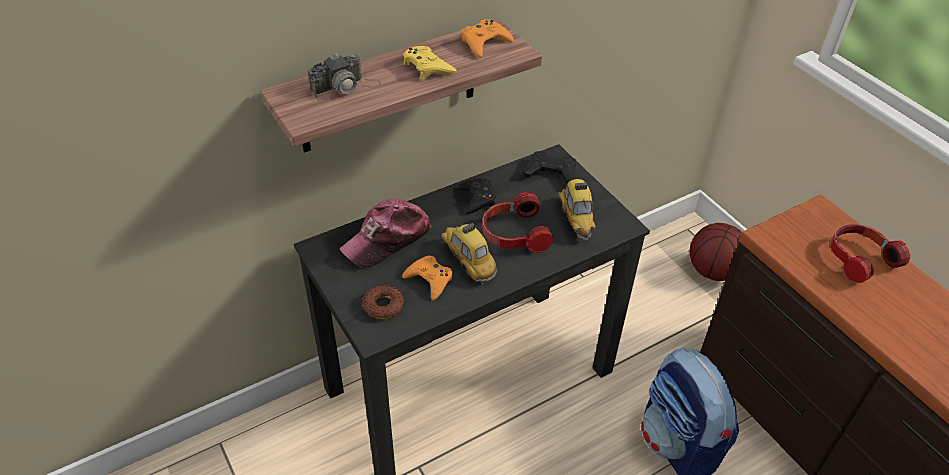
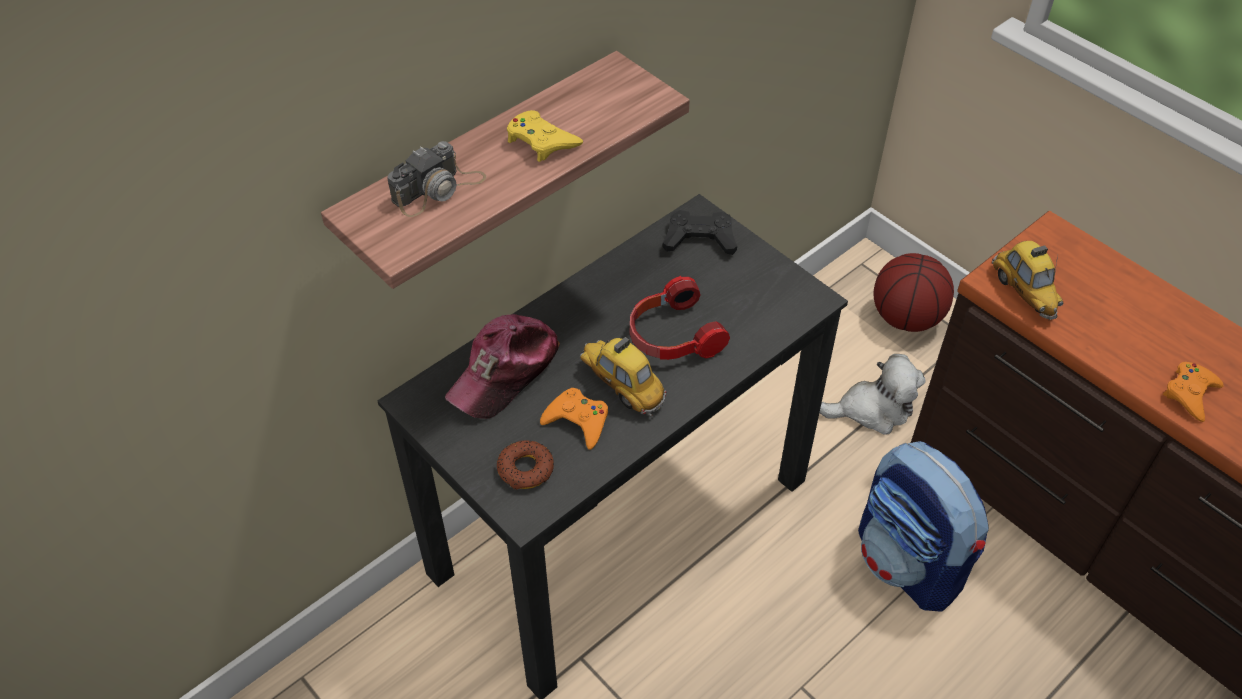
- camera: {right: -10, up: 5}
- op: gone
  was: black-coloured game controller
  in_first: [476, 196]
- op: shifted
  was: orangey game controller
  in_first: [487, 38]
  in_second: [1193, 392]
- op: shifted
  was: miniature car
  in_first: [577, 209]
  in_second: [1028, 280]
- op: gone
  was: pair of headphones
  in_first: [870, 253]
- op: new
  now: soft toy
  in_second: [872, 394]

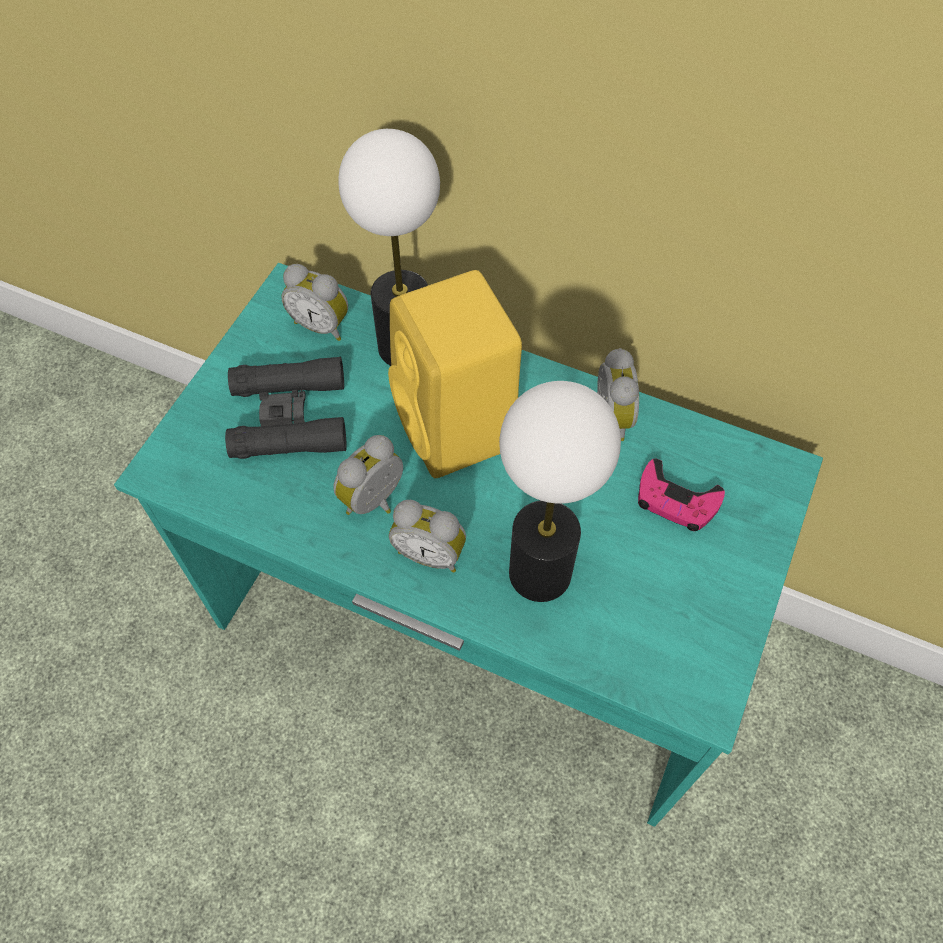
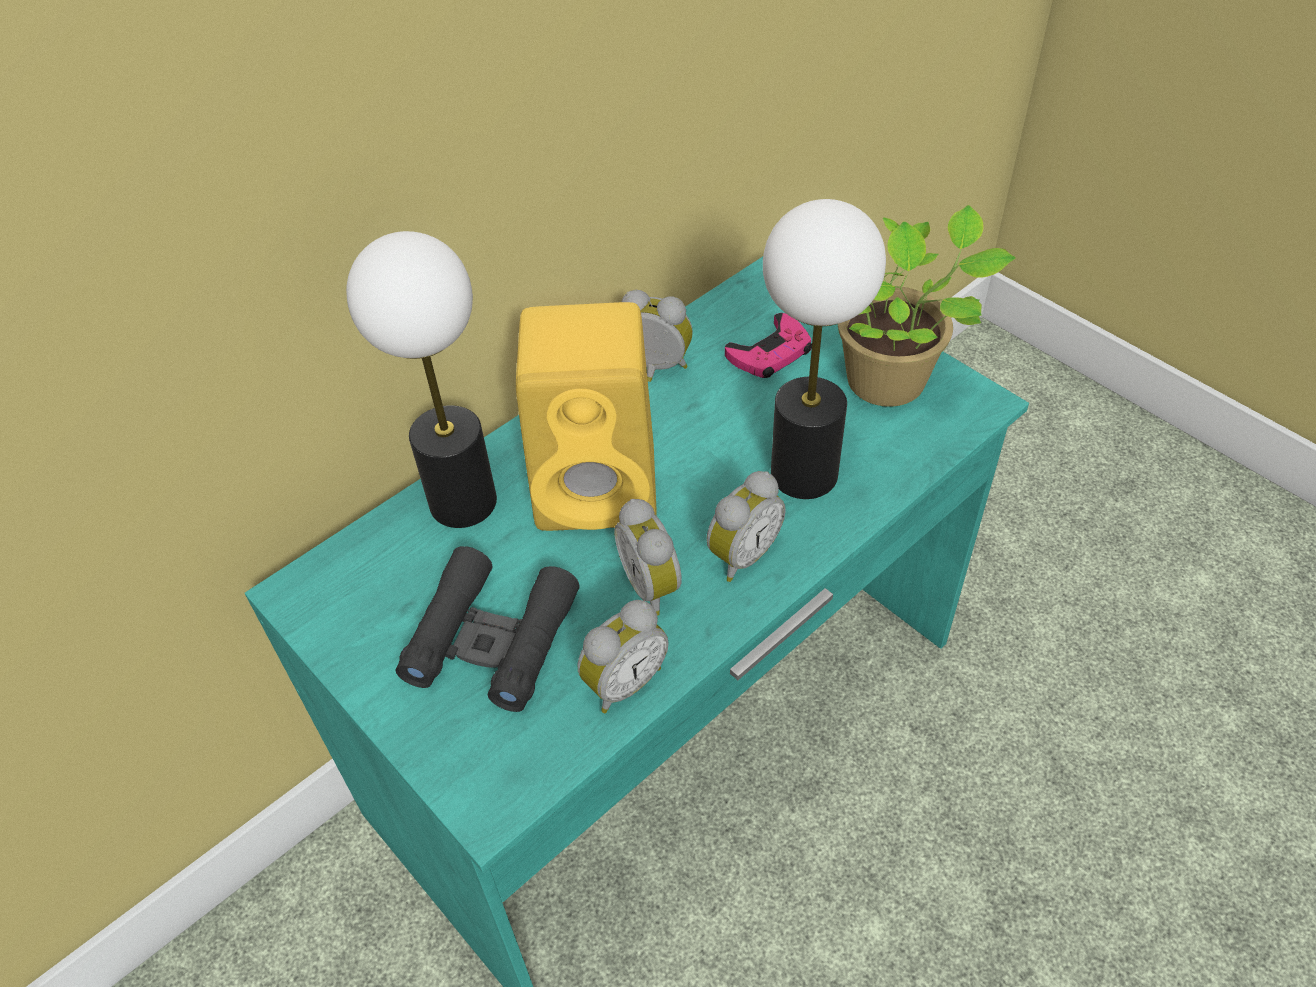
- camera: {right: -65, up: -10}
- op: shifted
  was: table clock
  in_first: [314, 302]
  in_second: [623, 656]
- op: new
  now: potted plant
  in_second: [927, 306]

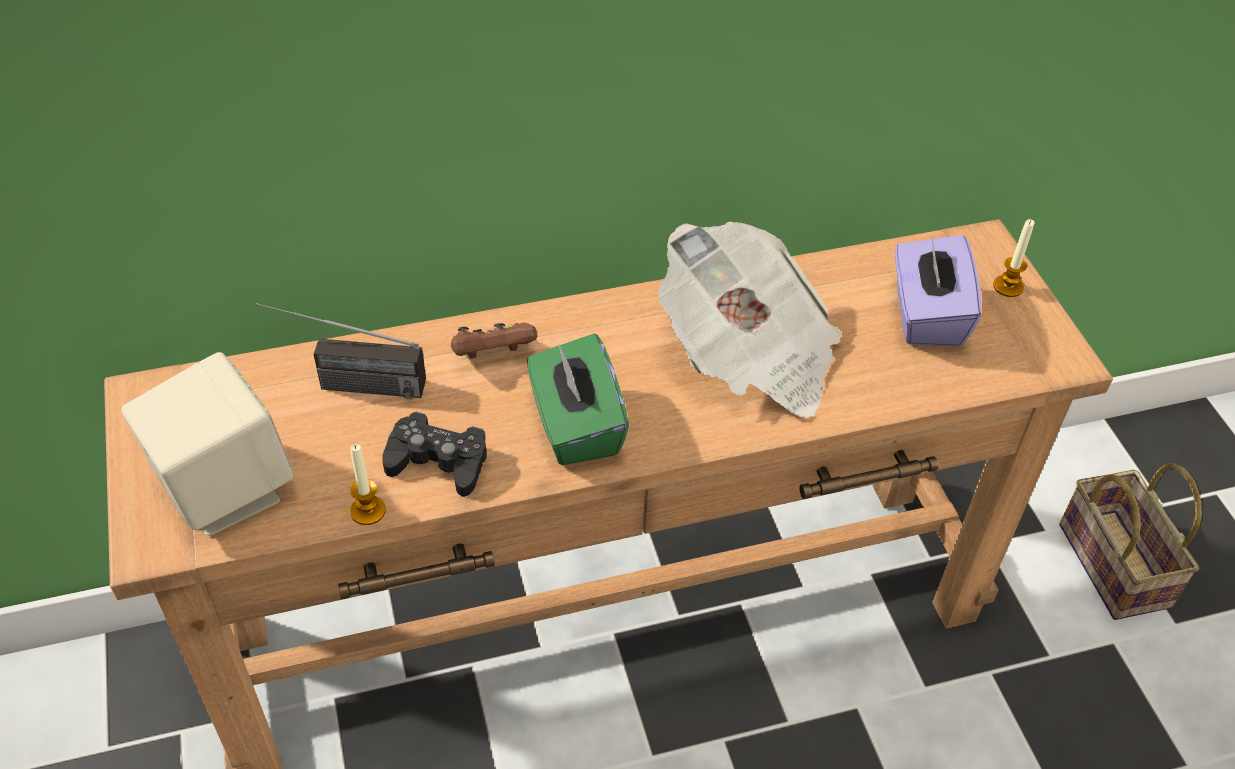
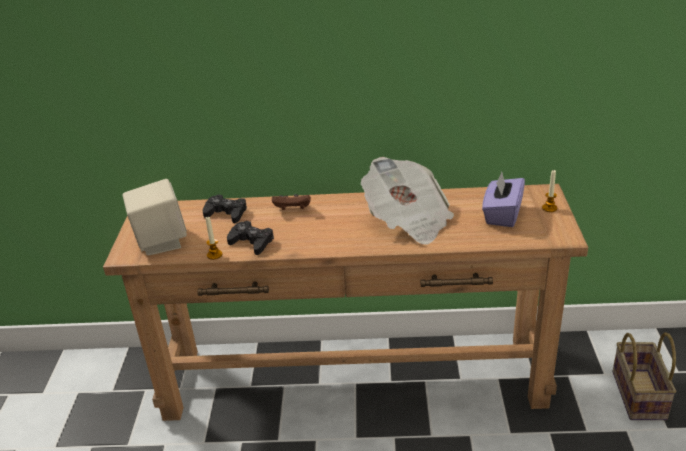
- camera: {right: 20, up: -15}
- op: swapped
  was: radio set
  now: black-coloured game controller
  in_first: [341, 350]
  in_second: [225, 209]
- op: gone
  was: green-coloured box of tissues
  in_first: [578, 399]

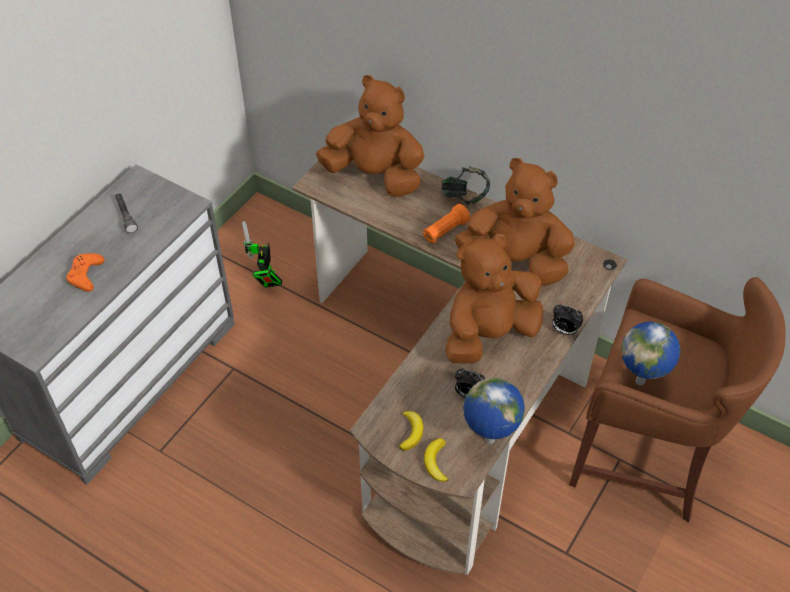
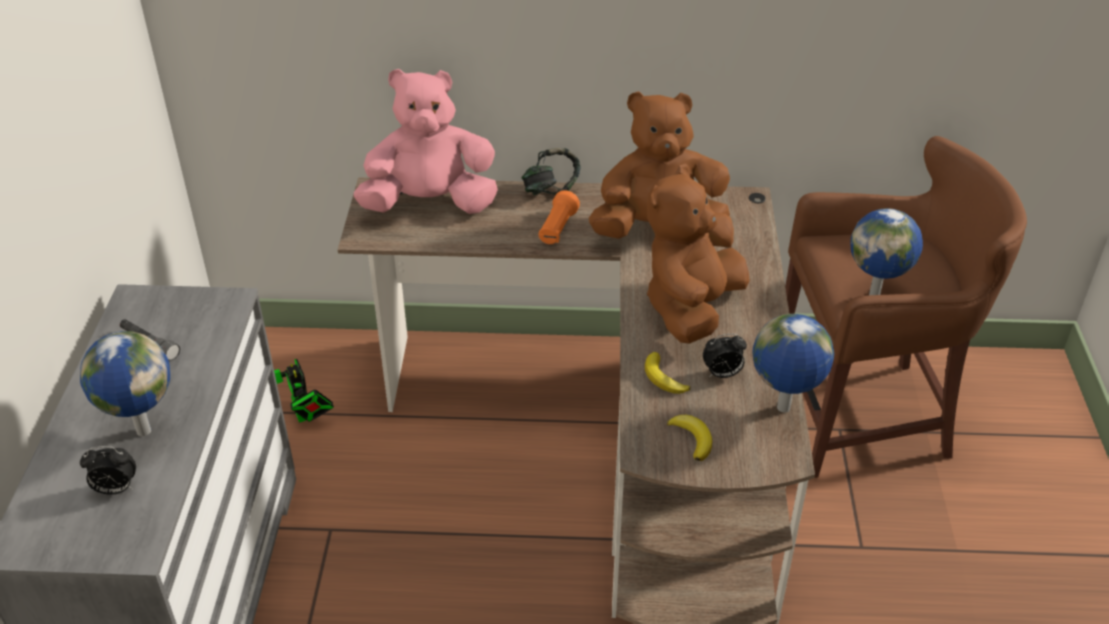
- camera: {right: -30, up: -10}
- op: swapped
  was: orangey game controller
  now: globe
  in_first: [85, 272]
  in_second: [125, 383]
- op: repainted
  was: brown-coloured soft toy
  now: pink soft toy
  in_first: [370, 136]
  in_second: [426, 141]
- op: shifted
  was: whole banana
  in_first: [436, 460]
  in_second: [667, 373]
- op: shifted
  was: table clock
  in_first: [567, 320]
  in_second: [108, 470]

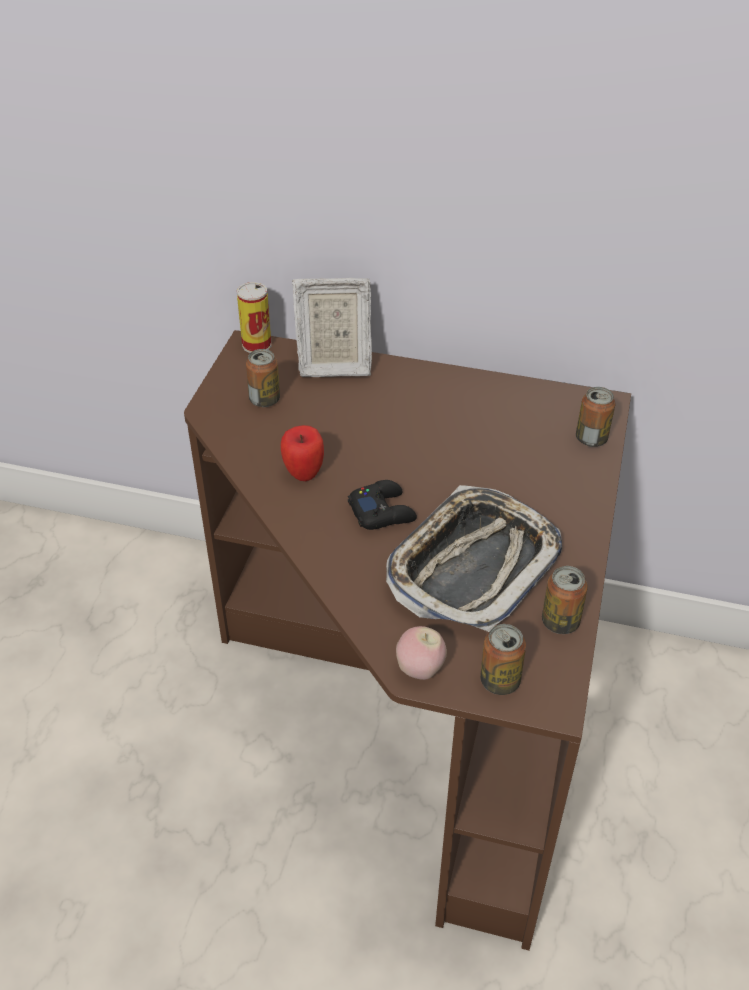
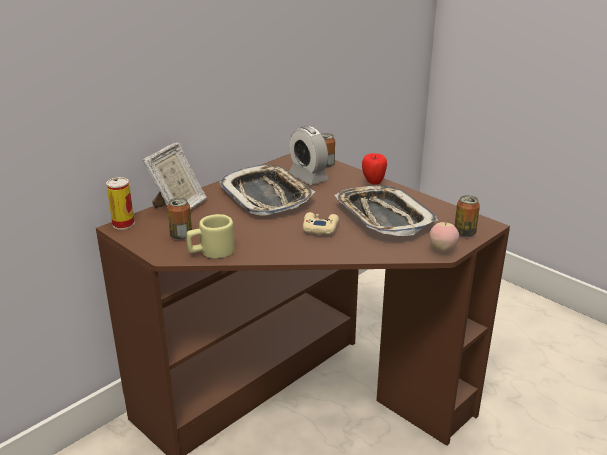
- camera: {right: -60, up: -15}
- op: shifted
  was: apple
  in_first: [302, 453]
  in_second: [374, 169]
- op: repainted
  was: black-coloured game controller
  now: beige-coloured game controller
  in_first: [382, 505]
  in_second: [321, 223]
- op: gone
  was: sealed can
  in_first: [565, 600]
- op: new
  now: beige-coloured mug
  in_second: [211, 236]
- op: new
  now: tray
  in_second: [267, 190]
- op: new
  now: table clock
  in_second: [308, 155]

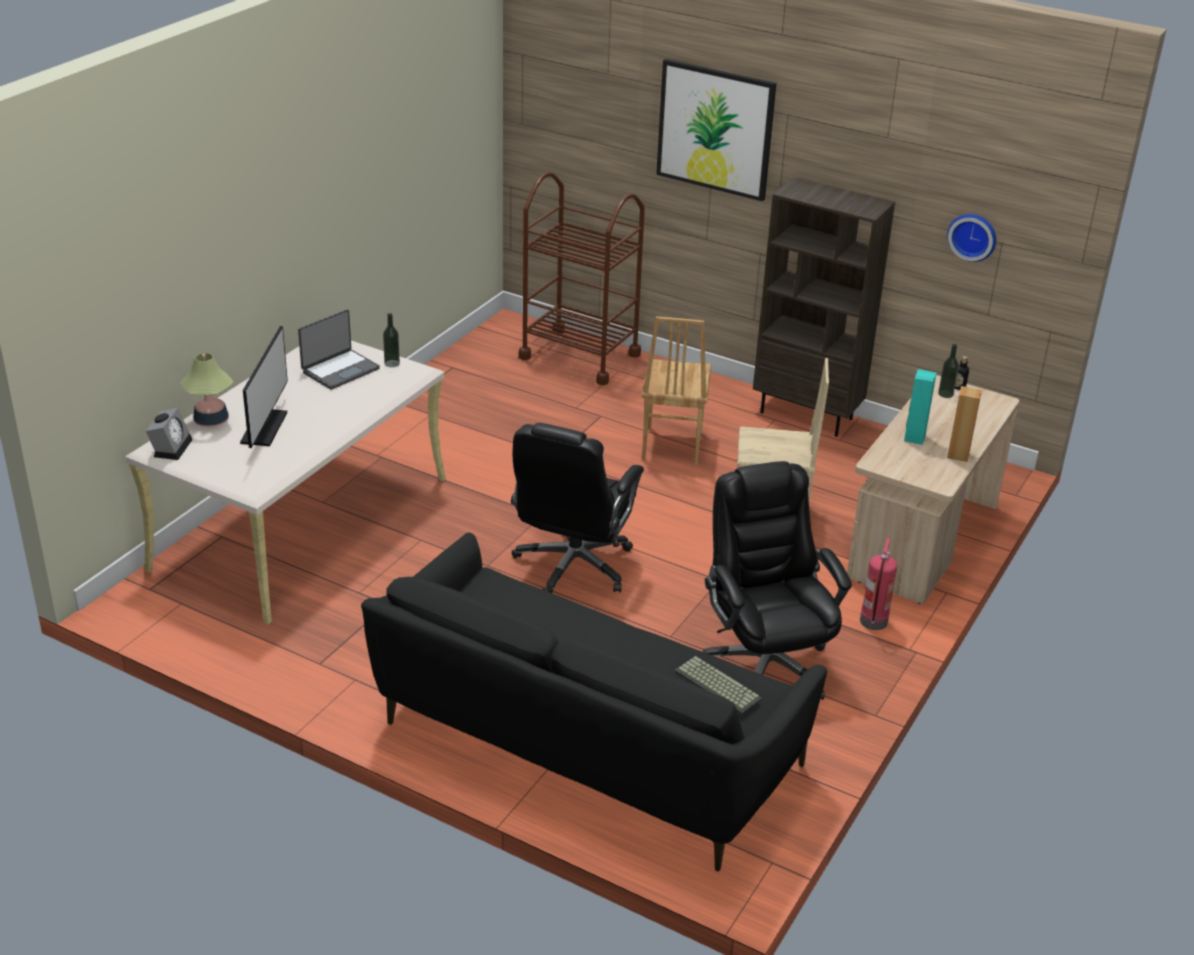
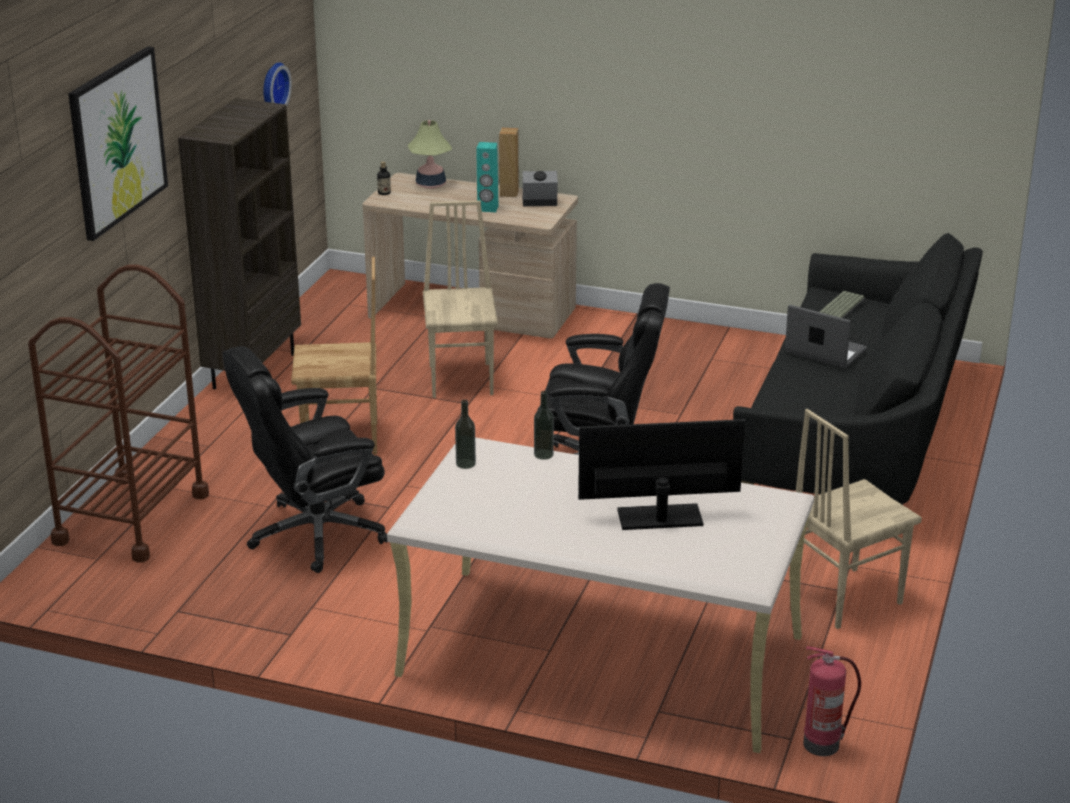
- camera: {right: -100, up: -5}
- op: shifted
  was: table clock
  in_first: [169, 434]
  in_second: [540, 188]
- op: shifted
  was: lamp for a table
  in_first: [206, 390]
  in_second: [430, 154]
- op: shifted
  was: laptop
  in_first: [339, 349]
  in_second: [826, 336]
- op: shifted
  was: black-coloured desk chair
  in_first: [777, 580]
  in_second: [305, 459]
- op: shifted
  was: fire extinguisher
  in_first: [878, 583]
  in_second: [832, 701]
- op: shifted
  was: bottle
  in_first: [948, 371]
  in_second: [544, 425]
- op: new
  now: beige-coloured plain chair
  in_second: [859, 519]

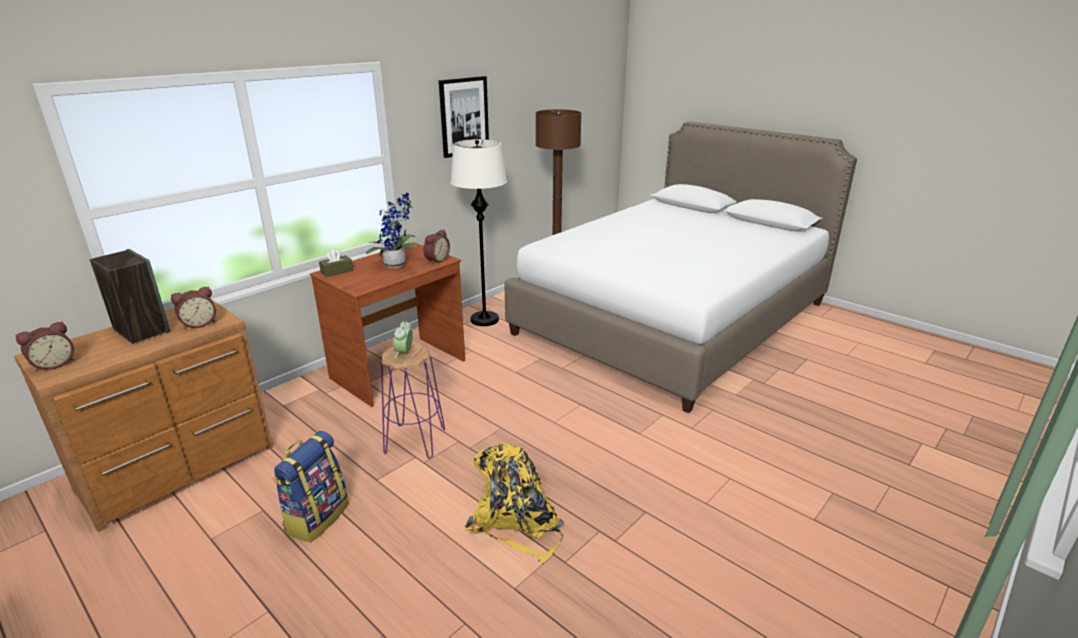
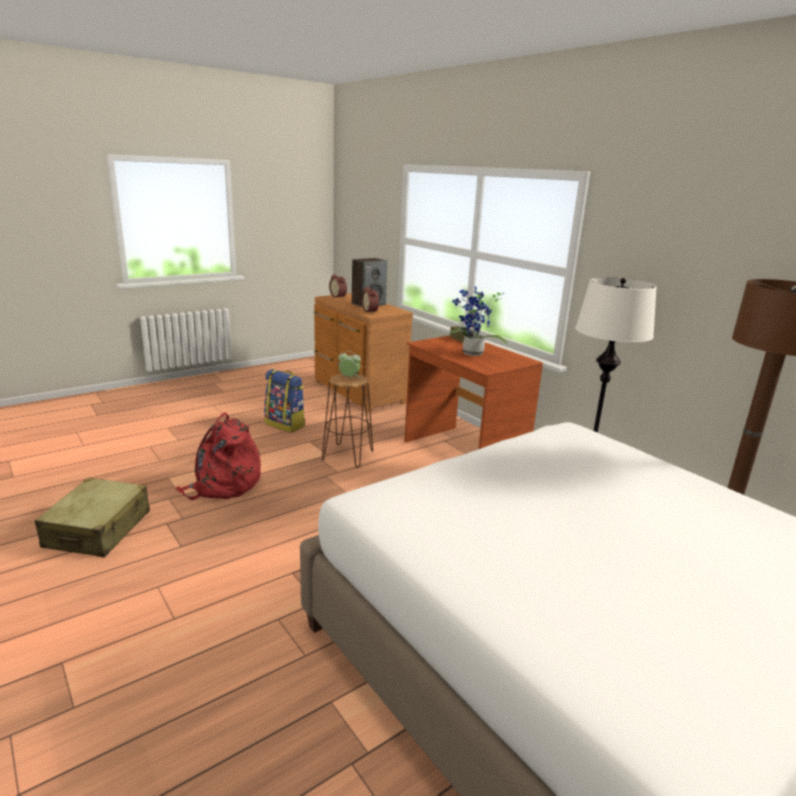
- camera: {right: 100, up: -5}
- op: repainted
  was: purple-coloured stool
  now: brown-coloured stool
  in_first: [413, 401]
  in_second: [347, 420]
- op: gone
  was: table clock
  in_first: [436, 246]
- op: gone
  was: picture
  in_first: [464, 117]
- op: repainted
  was: yellow knapsack
  now: reddish knapsack
  in_first: [514, 503]
  in_second: [218, 456]
- op: new
  now: beige-coloured piece of luggage
  in_second: [92, 517]

